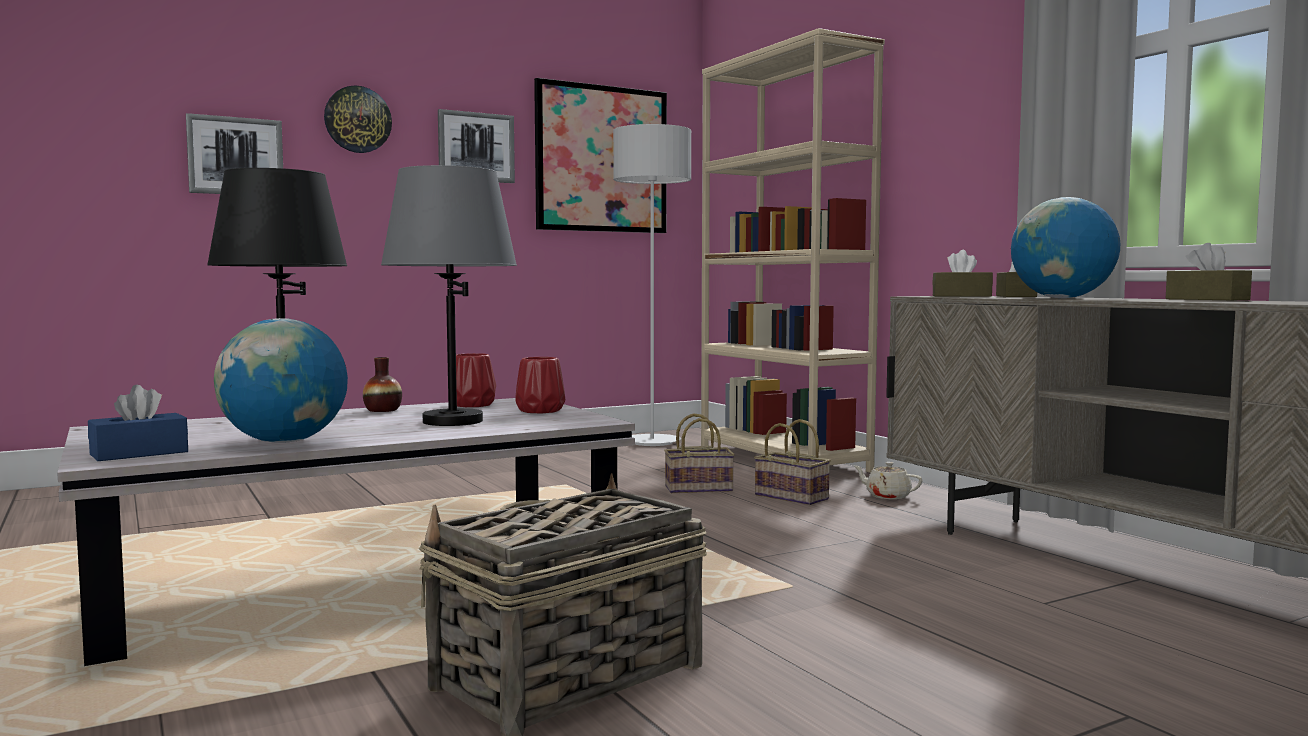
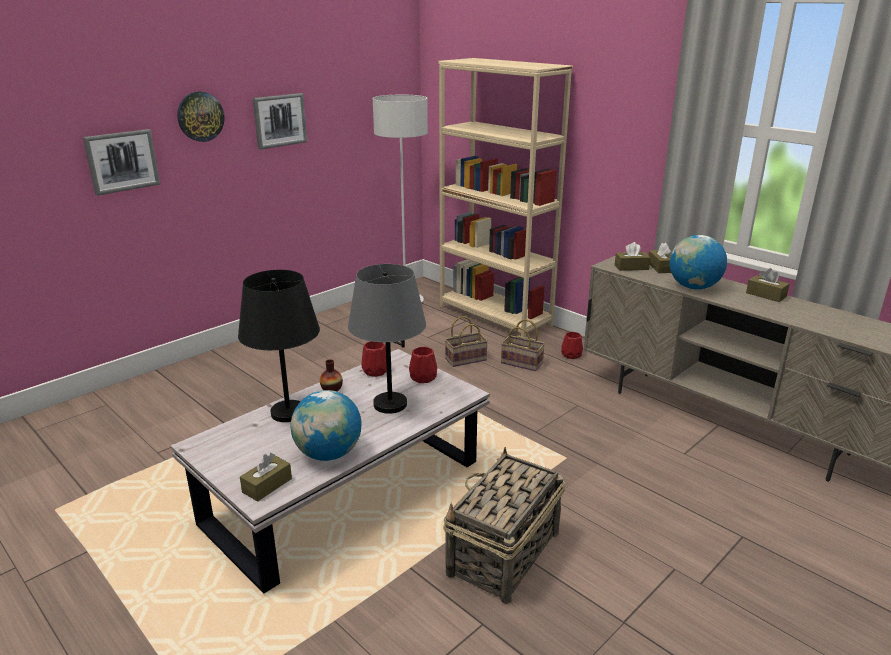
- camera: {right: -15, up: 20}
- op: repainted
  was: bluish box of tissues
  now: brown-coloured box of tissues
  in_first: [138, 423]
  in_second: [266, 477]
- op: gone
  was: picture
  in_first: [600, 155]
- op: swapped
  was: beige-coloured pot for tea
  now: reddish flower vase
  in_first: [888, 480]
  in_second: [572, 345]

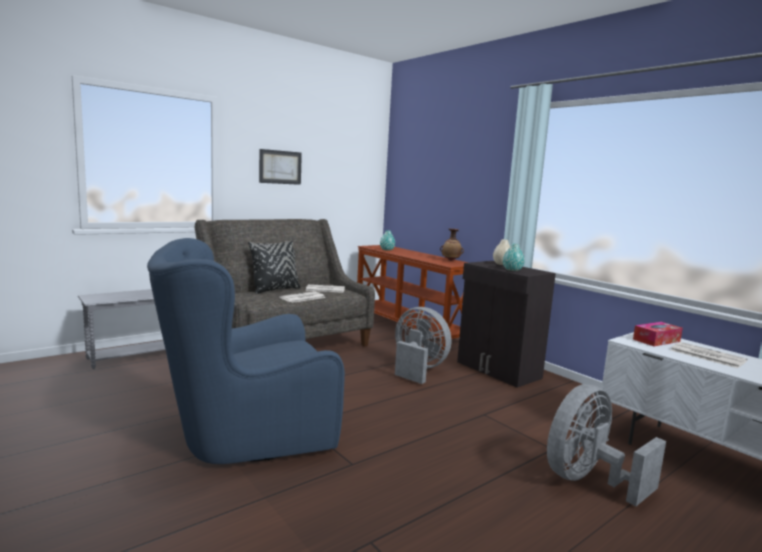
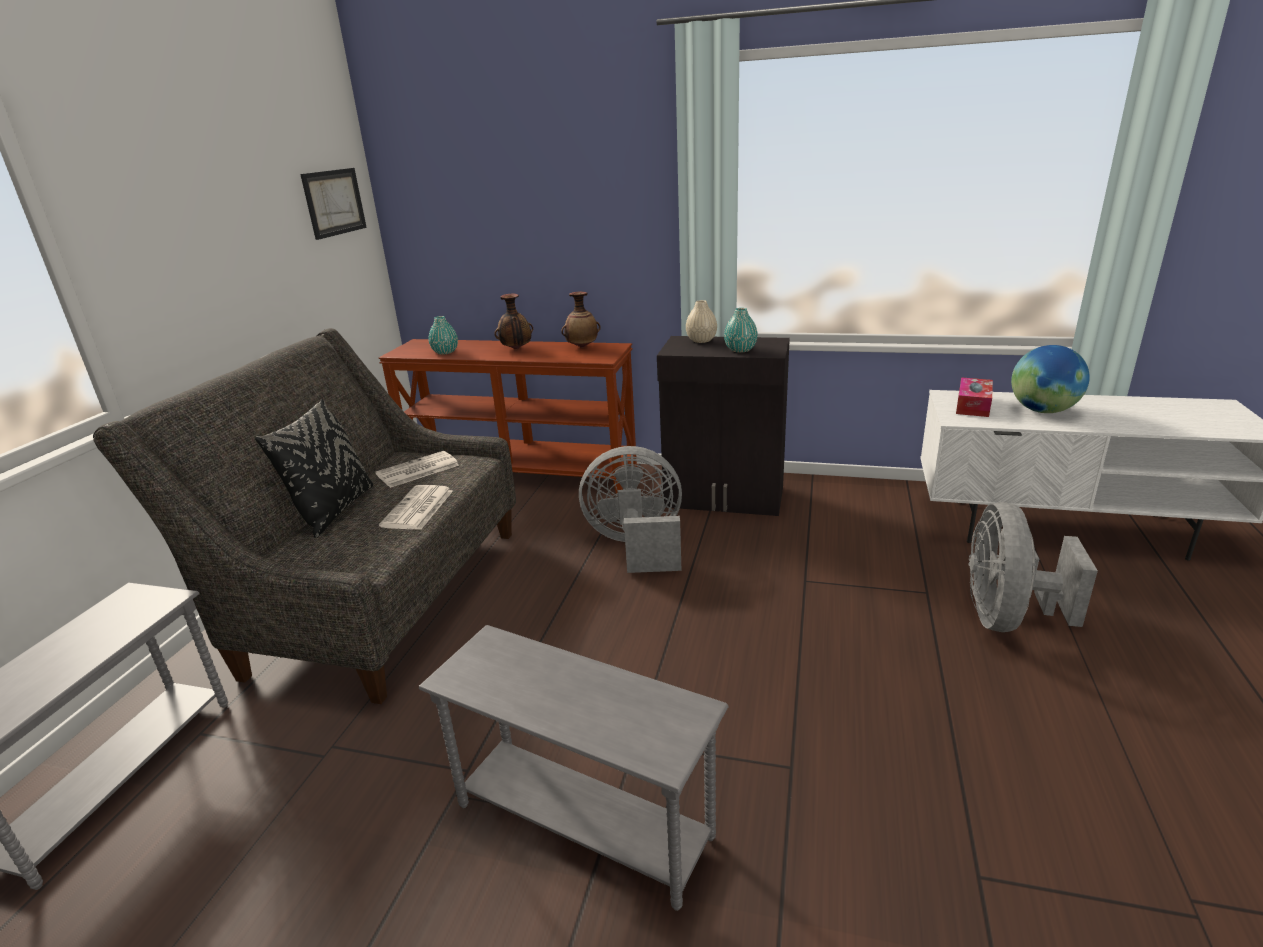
- camera: {right: -35, up: 15}
- op: swapped
  was: bluish lounge chair
  now: gray end table
  in_first: [246, 351]
  in_second: [573, 768]
- op: shifted
  was: picture
  in_first: [280, 167]
  in_second: [333, 204]
- op: swapped
  was: daily paper
  now: globe
  in_first: [709, 355]
  in_second: [1050, 379]
- op: new
  now: flower vase
  in_second: [513, 321]

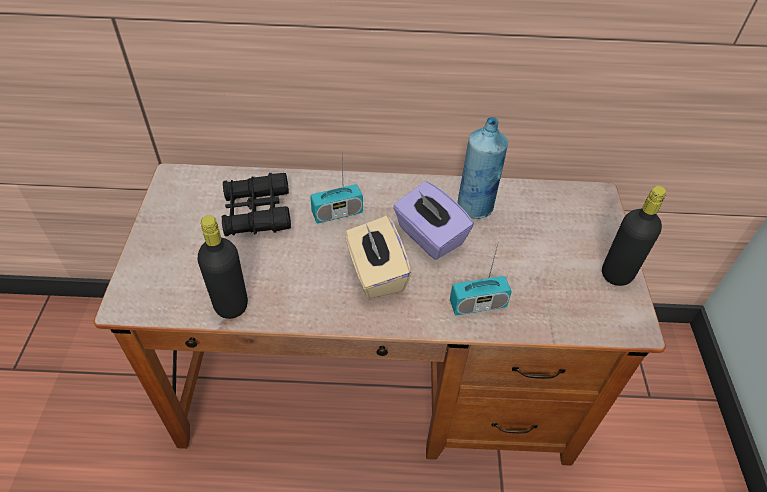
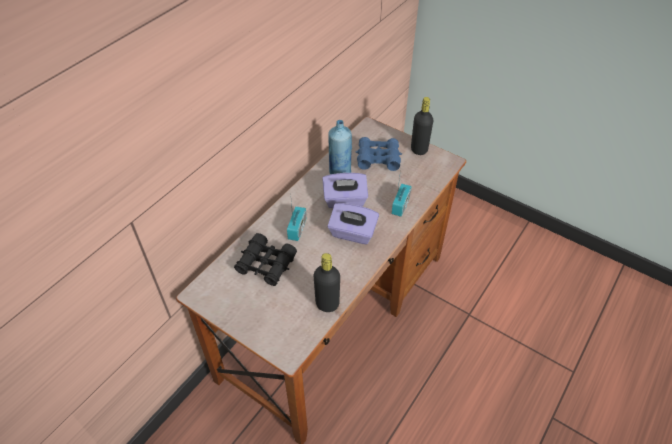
- camera: {right: -55, up: 0}
- op: repainted
  was: beige-coloured box of tissues
  now: purple-coloured box of tissues
  in_first: [378, 257]
  in_second: [353, 223]
- op: new
  now: bluish binoculars
  in_second: [379, 154]

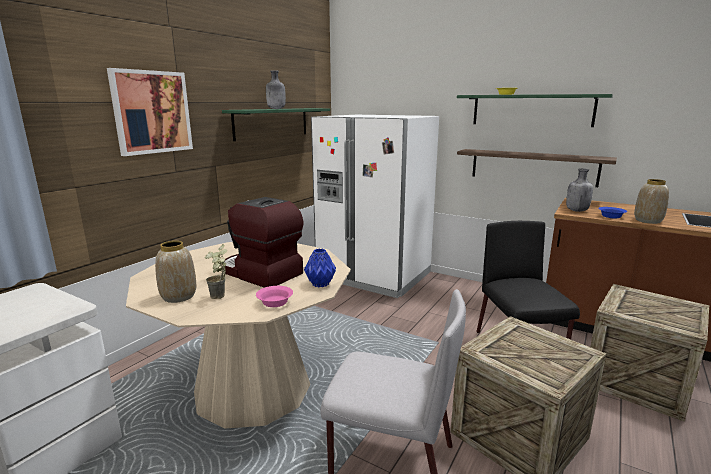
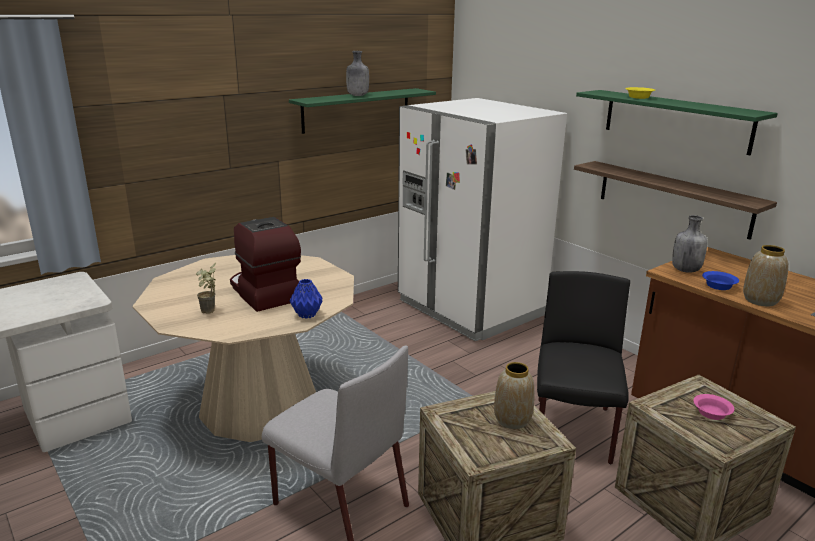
- camera: {right: 20, up: 5}
- op: gone
  was: picture
  in_first: [150, 112]
- op: shifted
  was: flower vase
  in_first: [175, 272]
  in_second: [514, 395]
- op: shifted
  was: pink bowl
  in_first: [274, 296]
  in_second: [713, 407]

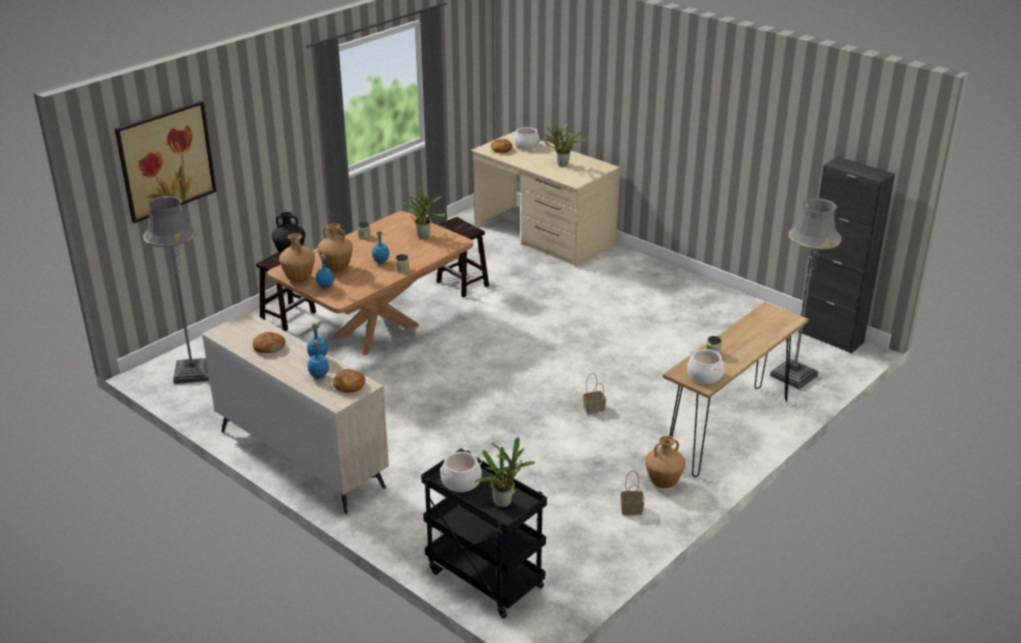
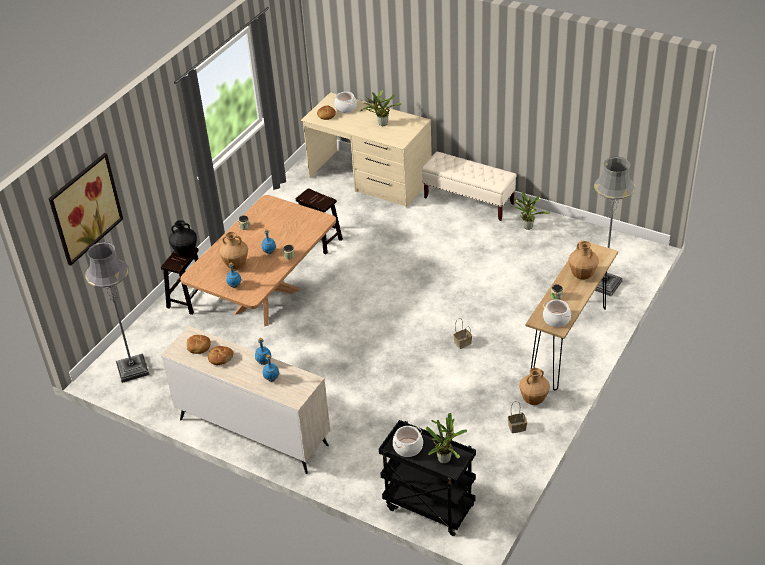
- camera: {right: -10, up: 10}
- op: shifted
  was: brown-coloured flower vase
  in_first: [297, 257]
  in_second: [584, 260]
- op: shifted
  was: bread
  in_first: [349, 381]
  in_second: [199, 344]
- op: shifted
  was: potted plant
  in_first: [424, 212]
  in_second: [532, 210]
- op: gone
  was: black-coloured cupboard
  in_first: [846, 255]
- op: new
  now: beige-coloured bench
  in_second: [469, 186]

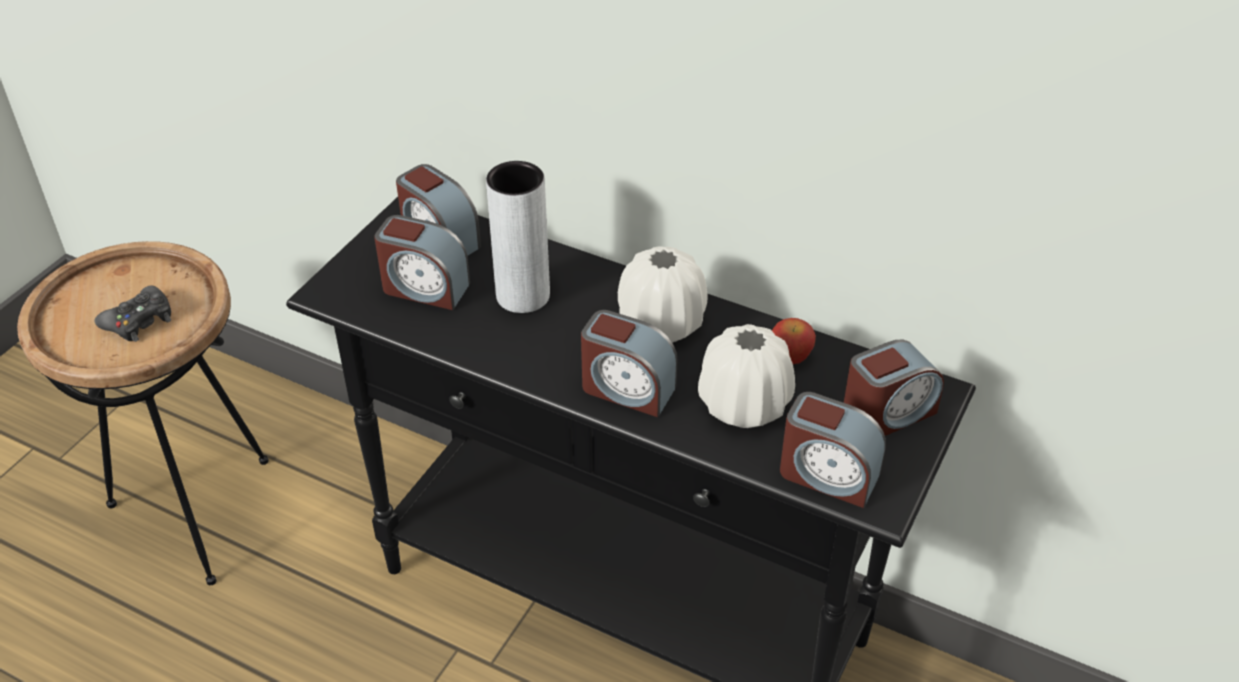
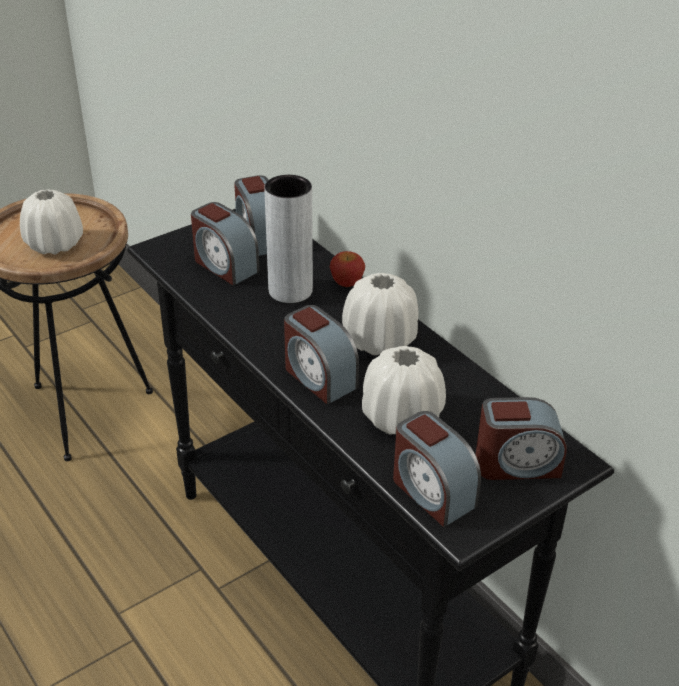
- camera: {right: 25, up: -5}
- op: swapped
  was: black-coloured game controller
  now: whitish flower vase
  in_first: [132, 313]
  in_second: [51, 222]
- op: shifted
  was: apple
  in_first: [794, 341]
  in_second: [347, 269]

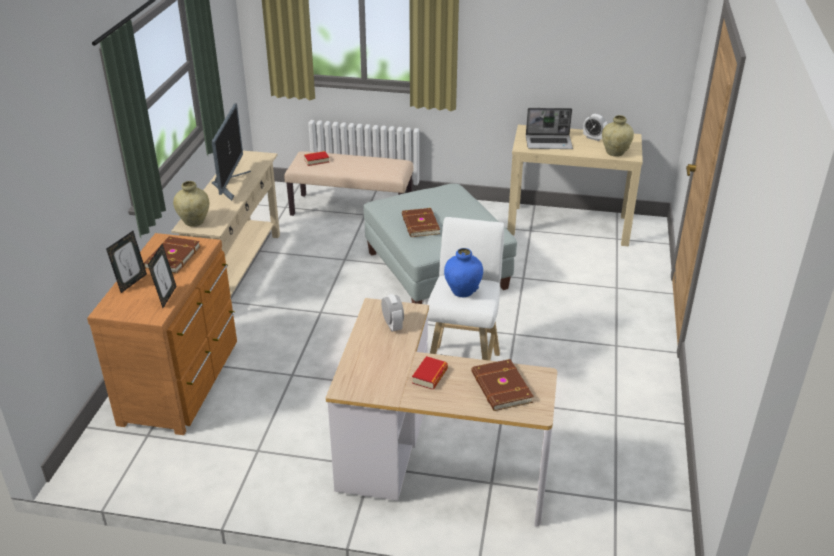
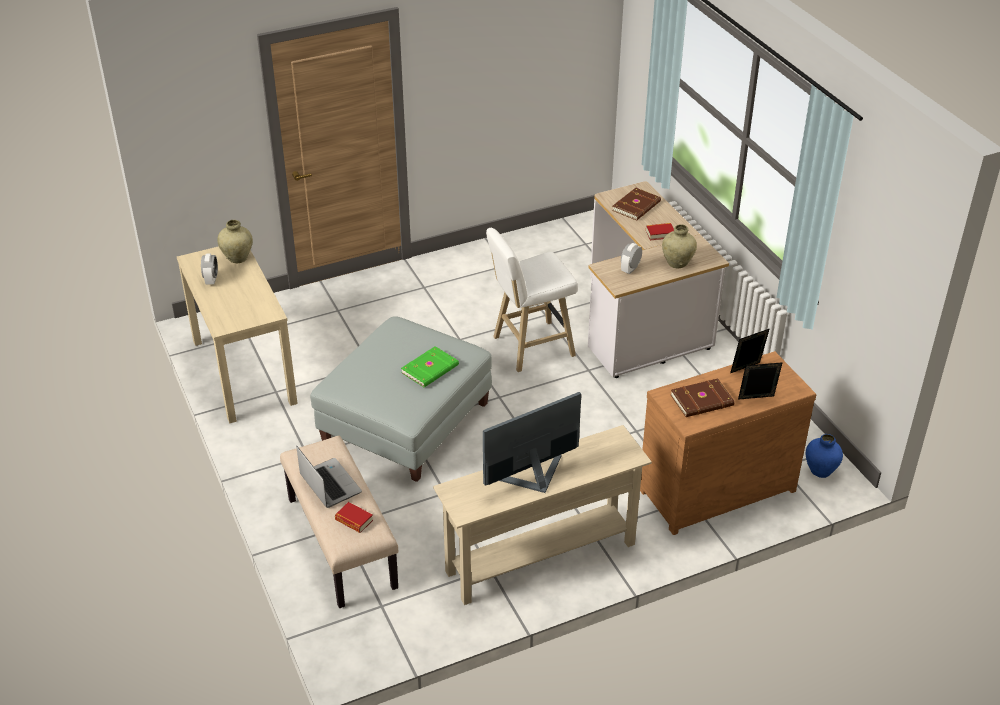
- camera: {right: -125, up: 5}
- op: shifted
  was: beige-coloured flower vase
  in_first: [191, 204]
  in_second: [679, 246]
- op: repainted
  was: brown-coloured book
  now: green-coloured book
  in_first: [421, 222]
  in_second: [430, 366]
- op: shifted
  was: bluish flower vase
  in_first: [463, 273]
  in_second: [824, 456]
- op: shifted
  was: laptop
  in_first: [549, 128]
  in_second: [329, 477]

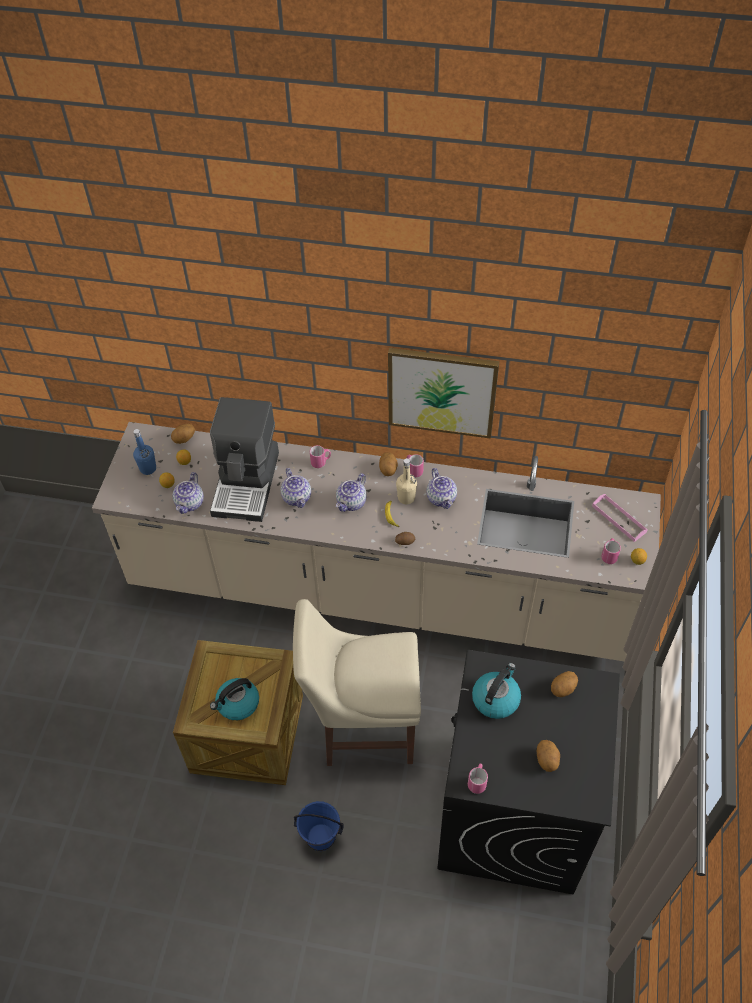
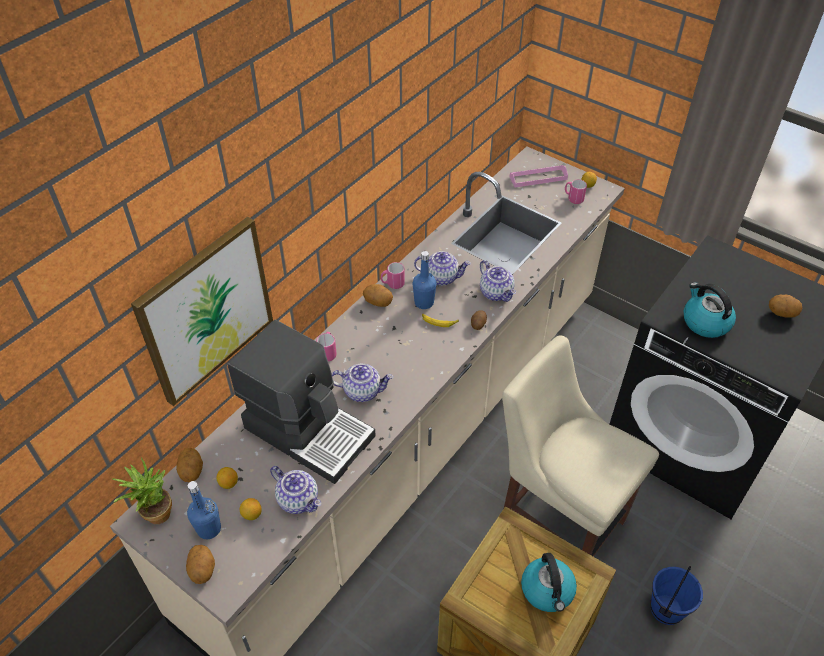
- camera: {right: -65, up: -5}
- op: rotated
  was: beige-coloured plain chair
  in_first: [357, 682]
  in_second: [580, 446]
  clockwise: 105
- op: shifted
  was: pot for tea
  in_first: [351, 492]
  in_second: [498, 281]
- op: shifted
  was: picture
  in_first: [443, 393]
  in_second: [202, 311]
- op: repainted
  was: beige-coloured bottle
  now: bluish bottle
  in_first: [406, 481]
  in_second: [424, 280]
- op: gone
  was: pink mug
  in_first: [478, 779]
- op: shifted
  was: spud
  in_first: [564, 684]
  in_second: [200, 564]
- op: new
  now: potted plant
  in_second: [141, 490]

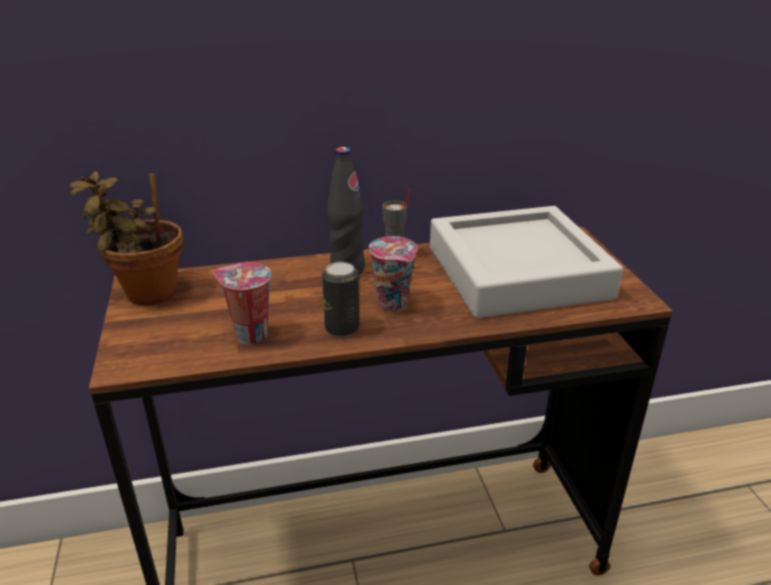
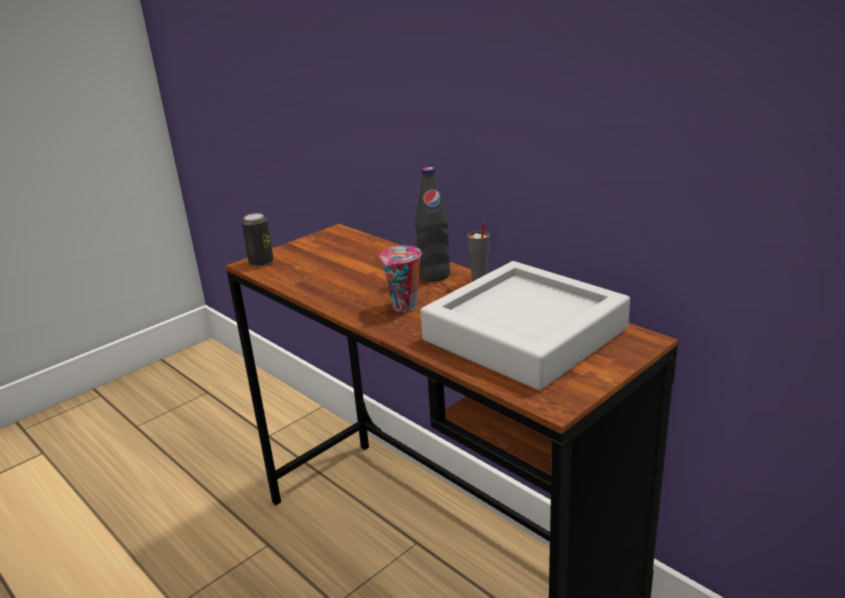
- camera: {right: 60, up: -5}
- op: gone
  was: potted plant
  in_first: [126, 238]
- op: gone
  was: small cup
  in_first: [242, 303]
- op: shifted
  was: sealed can
  in_first: [341, 299]
  in_second: [257, 240]

